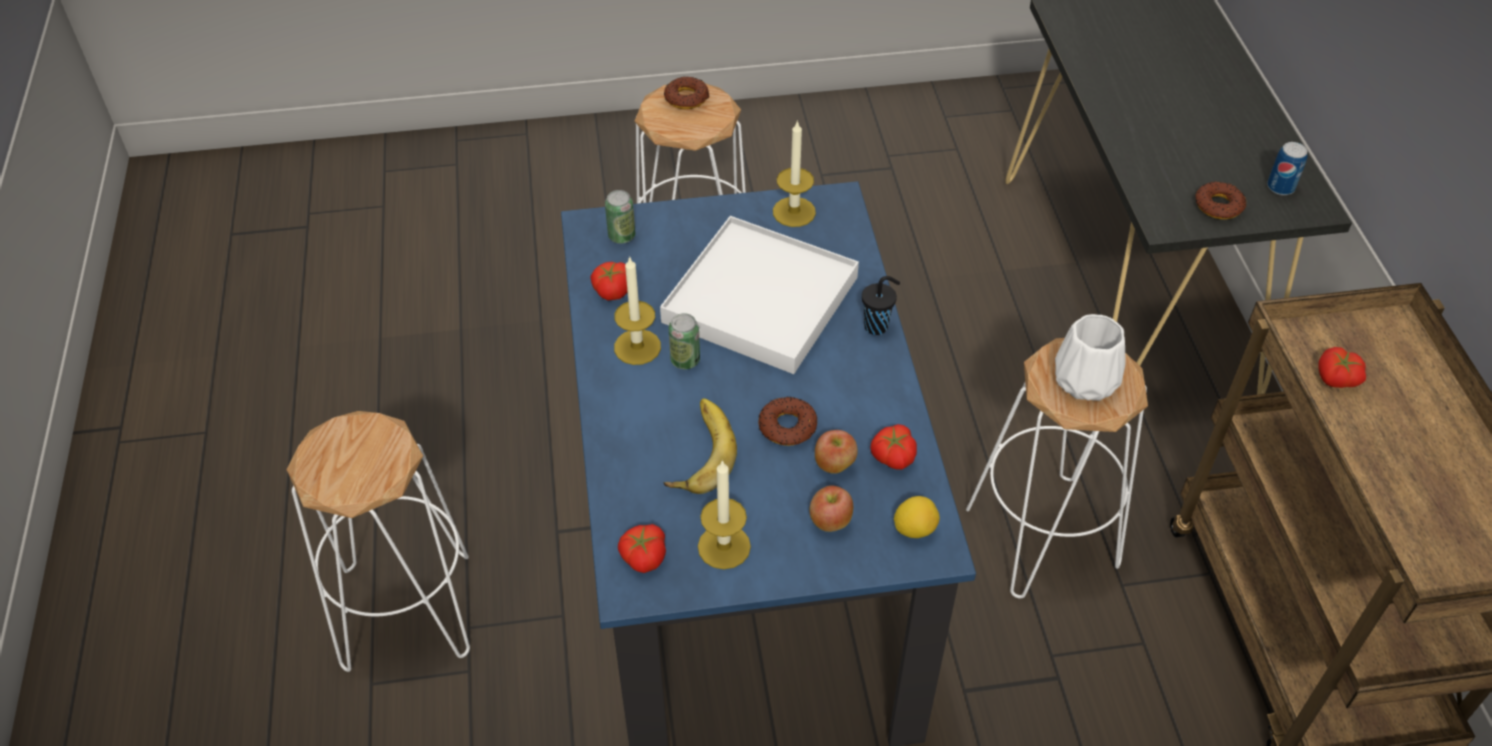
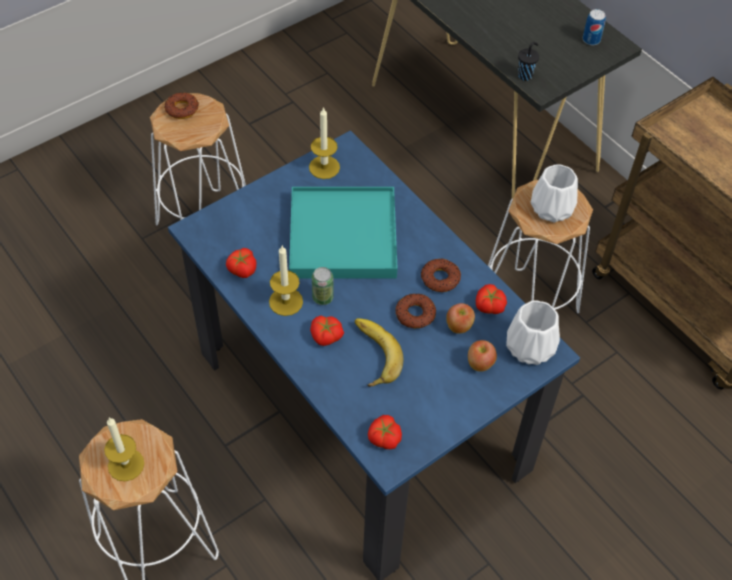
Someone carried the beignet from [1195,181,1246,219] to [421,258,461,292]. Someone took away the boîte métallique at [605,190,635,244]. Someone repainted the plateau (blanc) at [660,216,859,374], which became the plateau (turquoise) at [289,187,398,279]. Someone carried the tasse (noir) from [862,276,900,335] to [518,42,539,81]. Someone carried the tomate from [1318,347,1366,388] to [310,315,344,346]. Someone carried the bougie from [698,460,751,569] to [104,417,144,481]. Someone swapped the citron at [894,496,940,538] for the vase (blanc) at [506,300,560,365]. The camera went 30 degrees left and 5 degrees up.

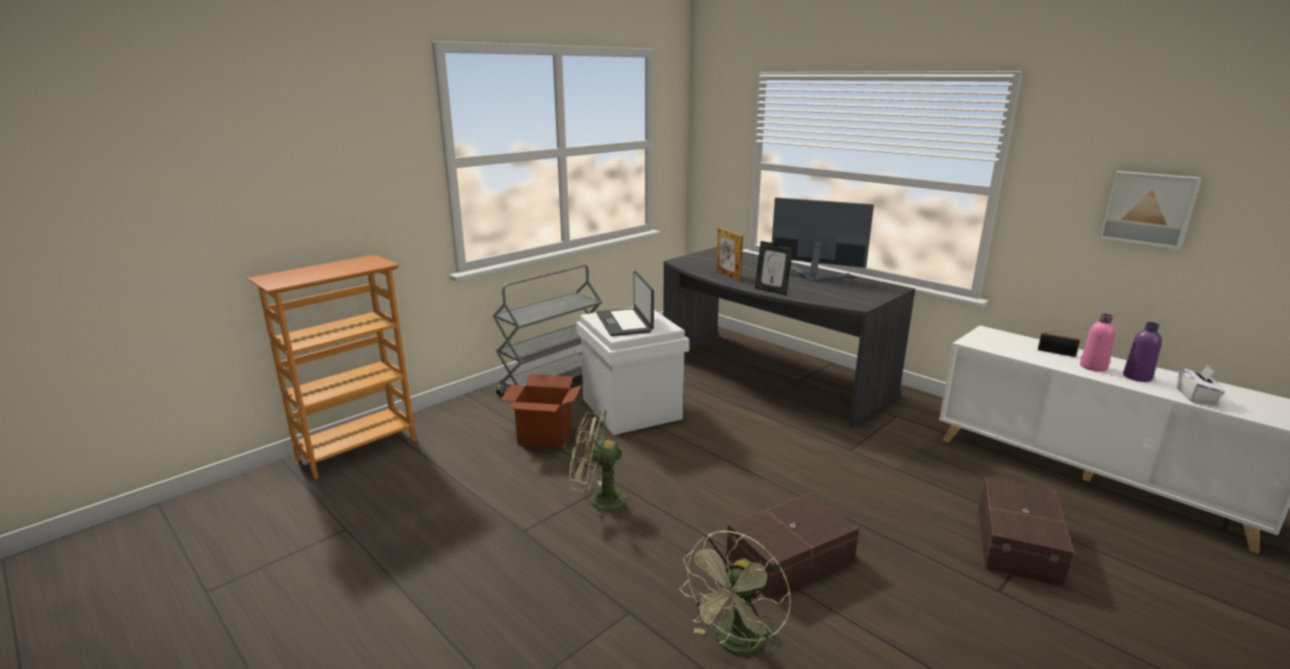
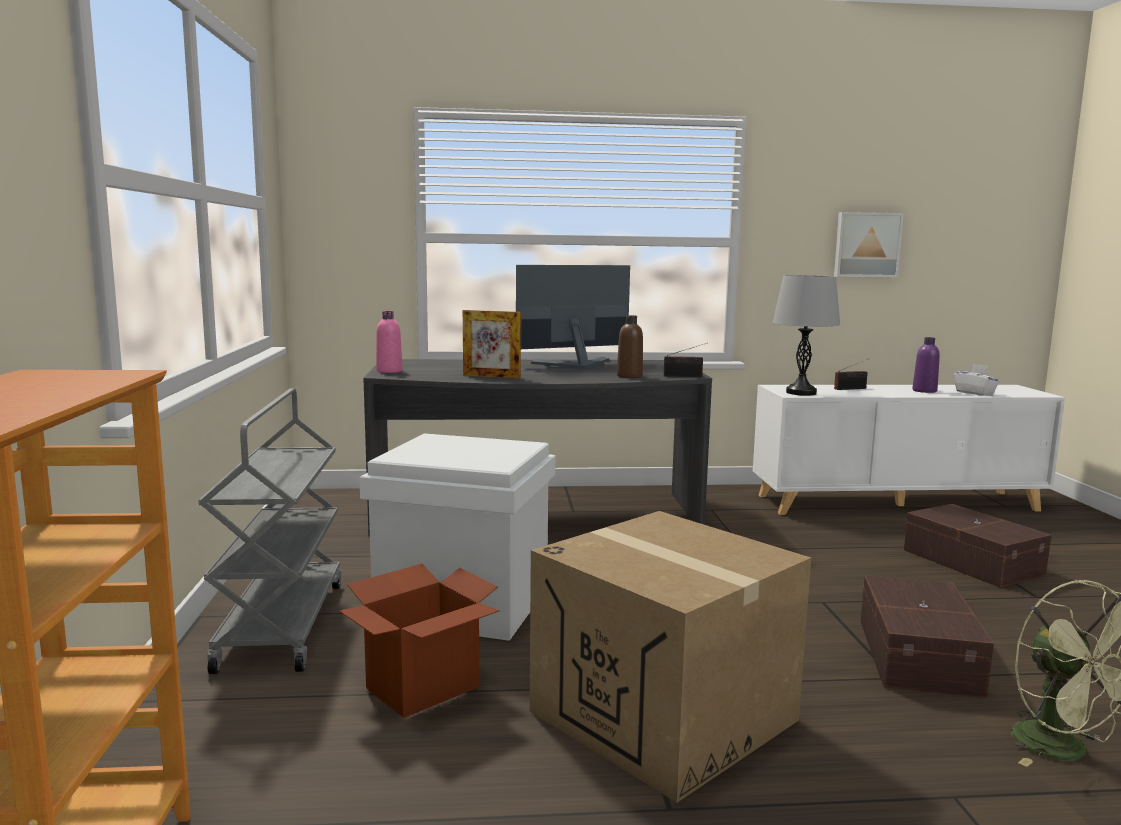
Someone took away the cadre photo at [755,241,793,295]. Someone took away the ordinateur portable at [596,271,654,336]. Someone carried the bouteille (rose) from [1080,314,1116,372] to [376,311,402,373]. Someone swapped the ventilateur (vert) at [569,408,636,520] for the carton at [530,511,811,803]. Someone put down the lampe de table (gris) at [773,275,840,396]. Someone put down the bouteille (marron) at [617,315,643,378]. Someone put down the radio at [664,343,707,377]. The camera went 50 degrees left and 10 degrees down.

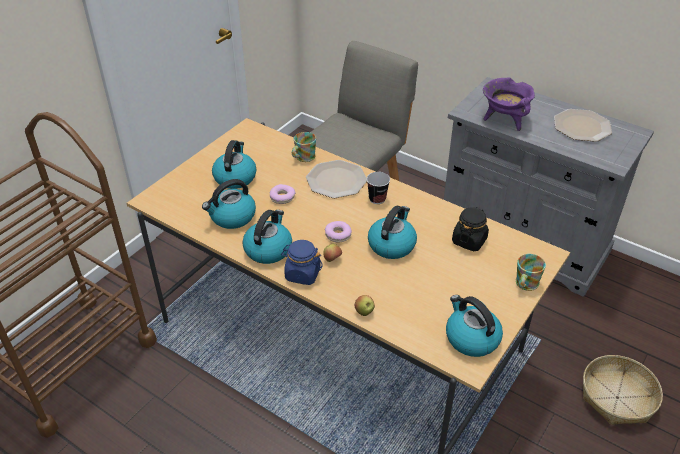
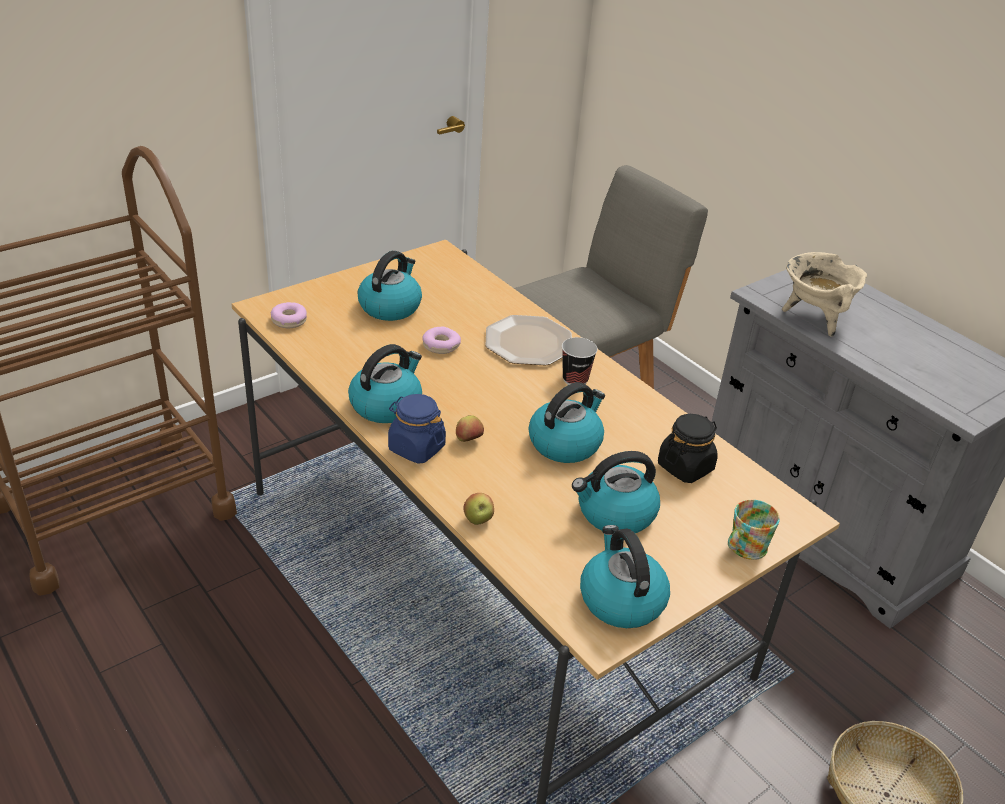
Someone repainted the marmite (violet) at [483,78,535,131], which became the marmite (beige) at [782,252,867,337]. Someone took away the assiette at [554,109,612,142]. Someone took away the mug at [292,132,316,162]. Someone carried the bouilloire from [202,179,256,229] to [572,451,660,533]. Someone carried the beignet from [325,221,352,243] to [271,302,307,328]. The camera went 15 degrees right and 5 degrees down.

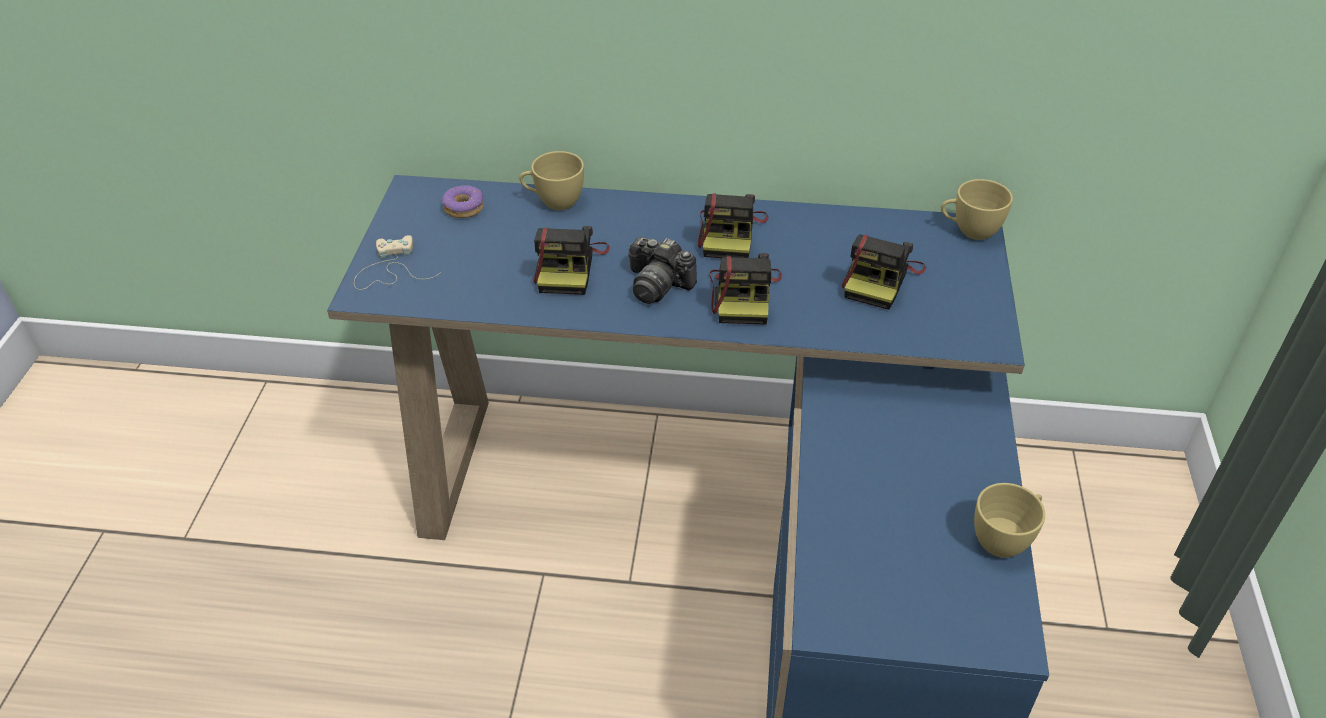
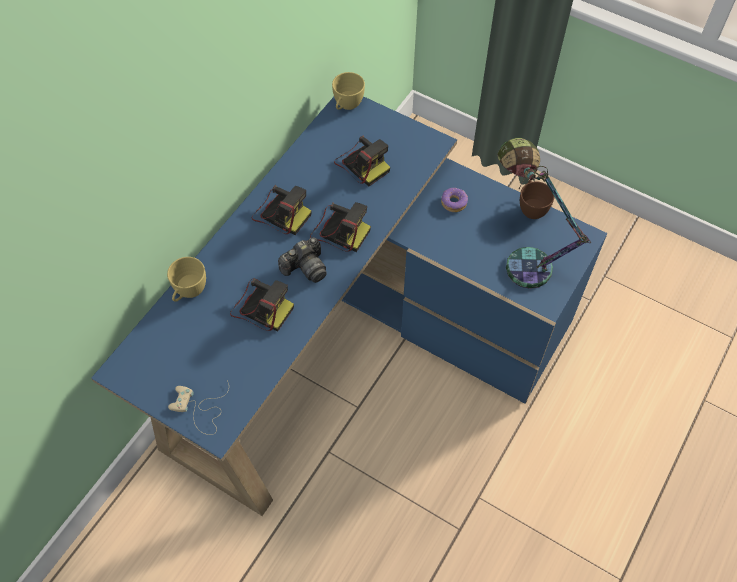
Someone carried the beignet from [442,185,484,218] to [441,188,468,212]. Someone repainted the tasse (jaune) at [974,483,1045,557], which became the tasse (marron) at [520,180,554,219]. Someone put down the lampe de table at [497,138,591,289]. The camera went 65 degrees left and 15 degrees up.

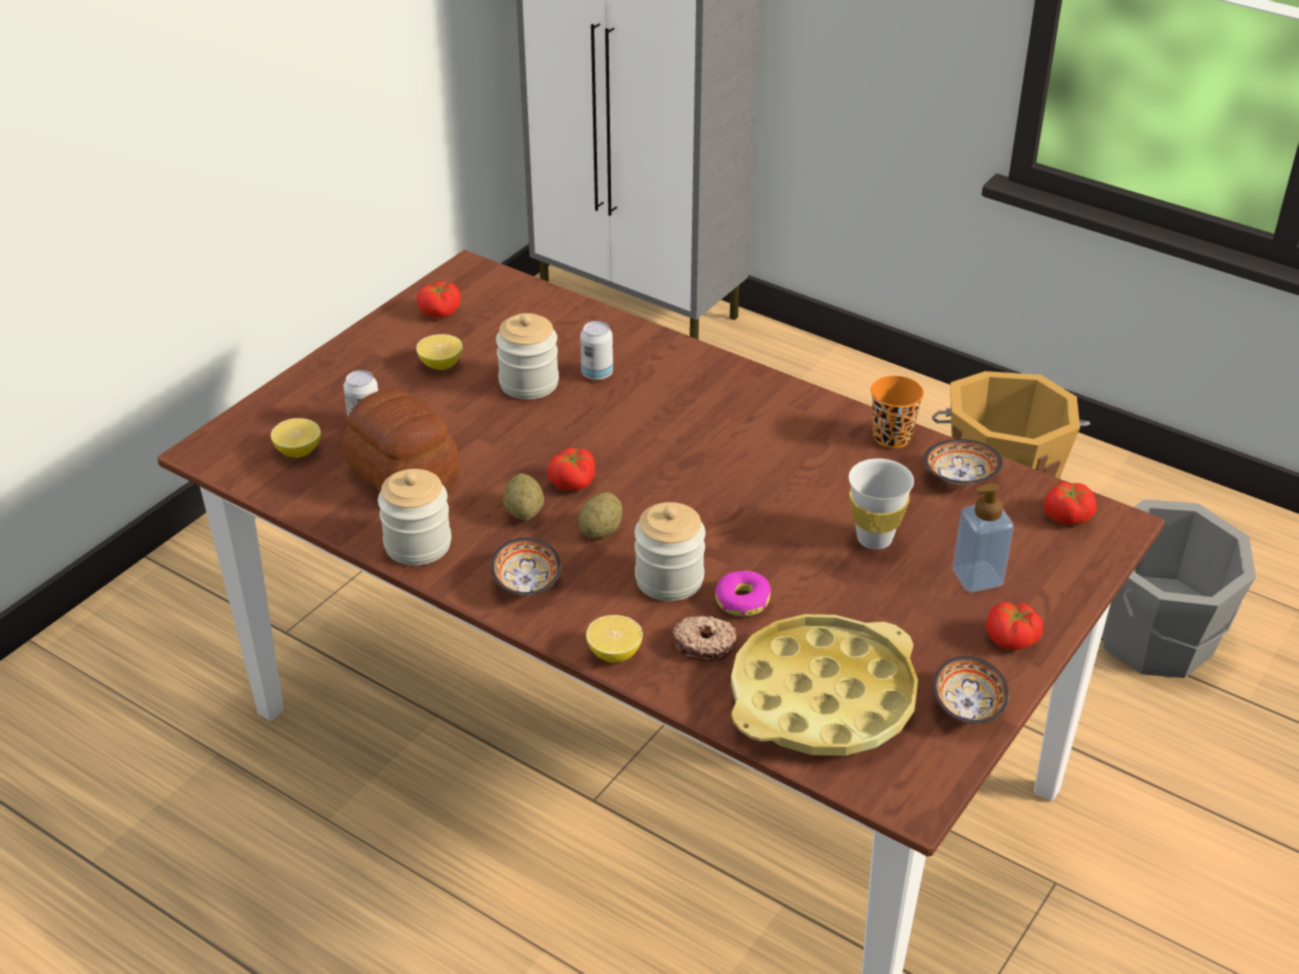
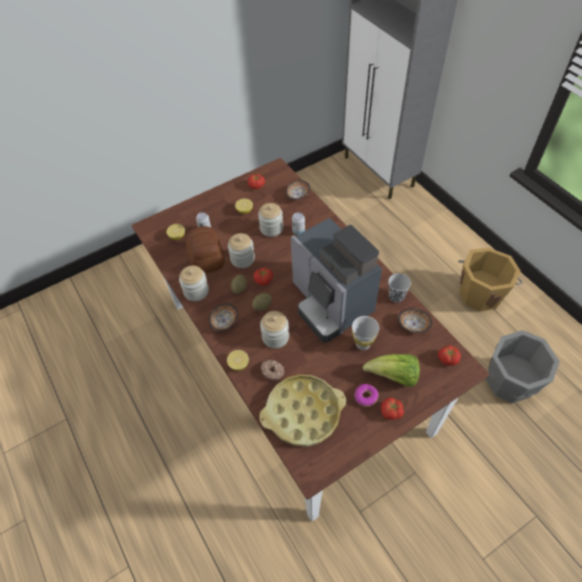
Someone repainted the tasse (orange) at [871,376,924,448], which became the tasse (noir) at [388,273,411,303]. Someone swapped the distributeur de savon at [952,483,1014,592] for the laitue at [363,354,420,387]. Someone carried the beignet from [715,571,771,617] to [355,384,379,407]. Someone carried the bol from [933,656,1009,724] to [286,180,310,200]. Someone put down the machine à café at [291,218,382,343]. Someone put down the bocal at [228,233,255,268]. The camera went 25 degrees right and 15 degrees up.

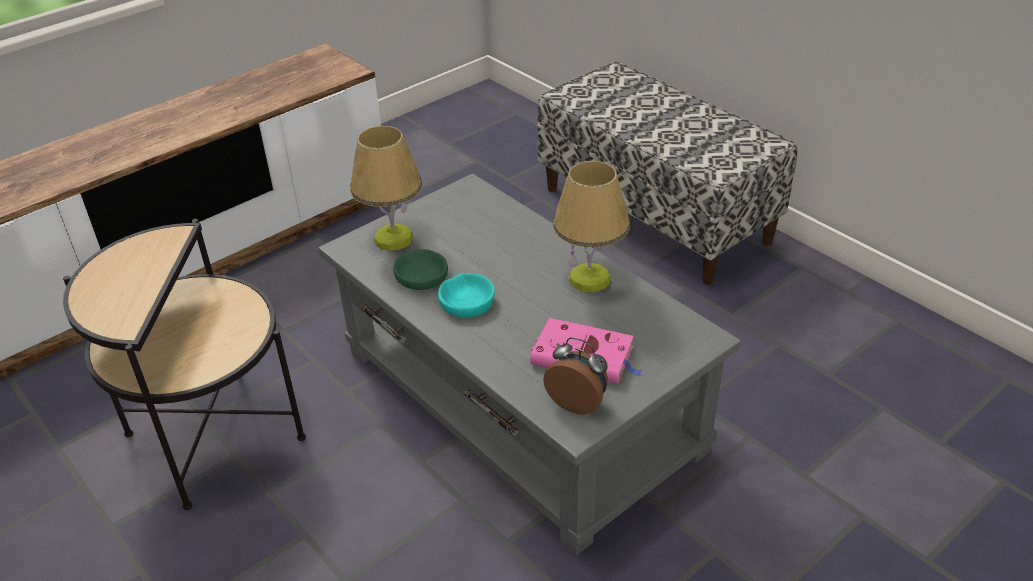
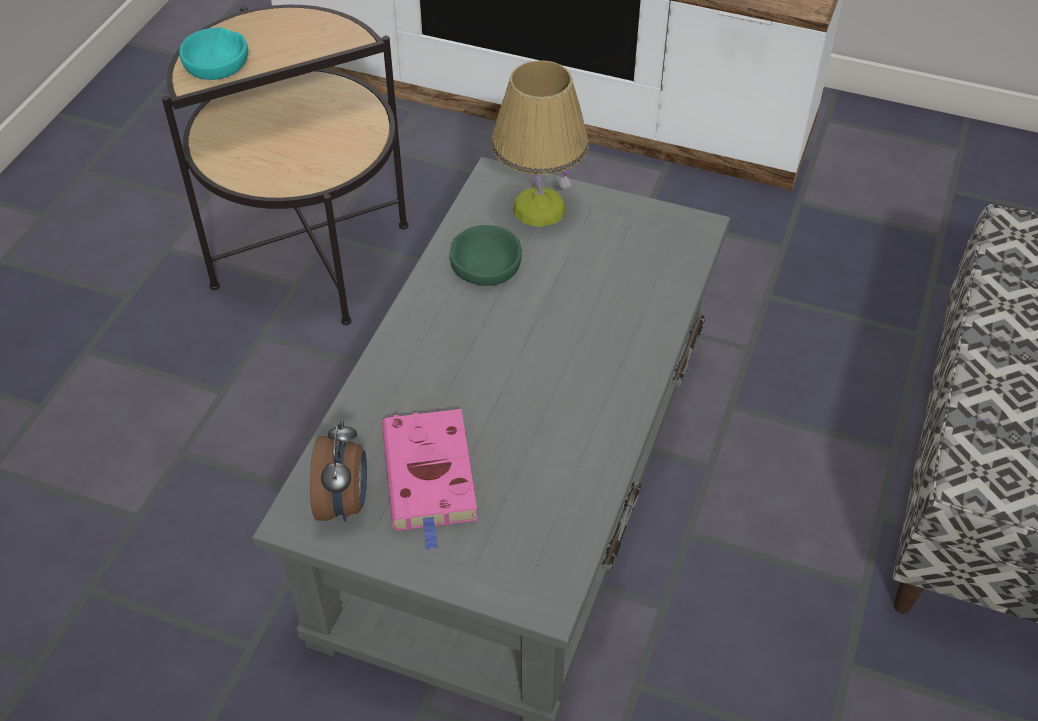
Someone took away the lampe de table at [553,161,630,292]. Someone carried the bol (turquoise) from [438,273,495,318] to [179,27,248,80]. The camera went 60 degrees right and 10 degrees up.

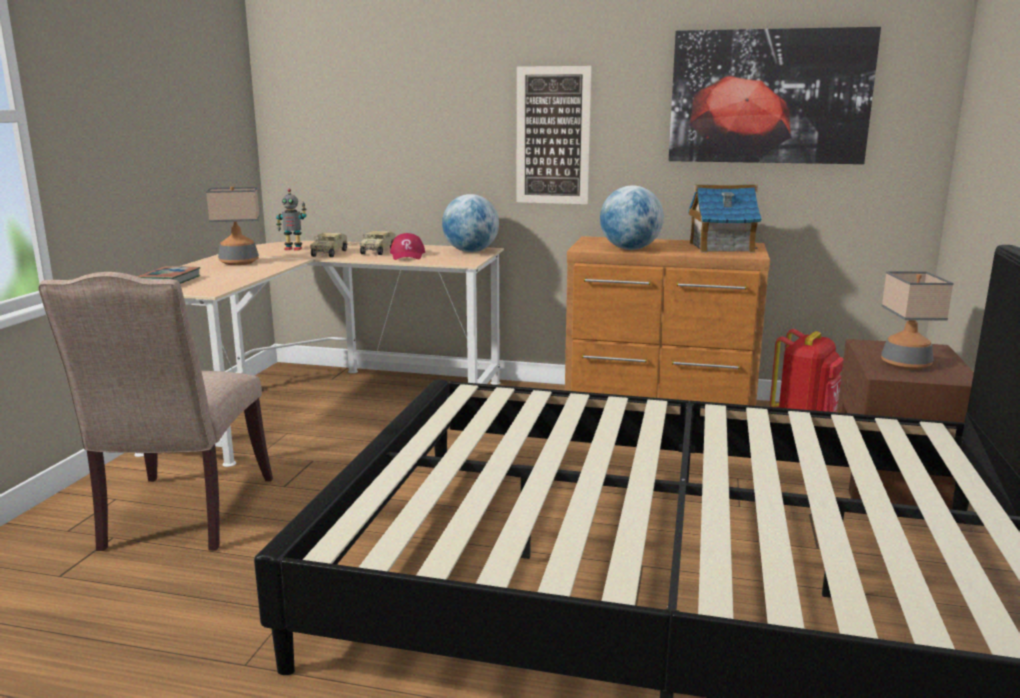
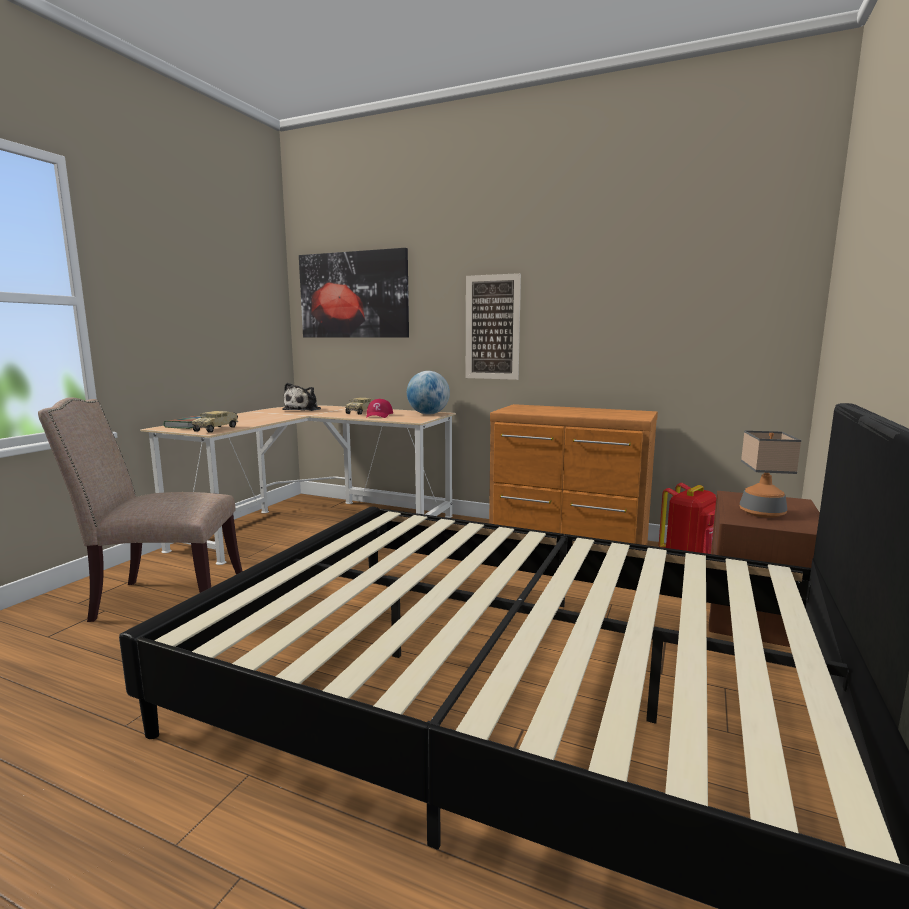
Someone carried the tableau from [669,27,881,164] to [299,248,409,338]. Someone took away the maison miniature at [688,184,761,253]. Someone took away the globe at [600,185,664,250]. Someone took away the lampe de table at [206,187,260,265]. Someone swapped the robot jouet at [276,189,307,250] for the peluche at [282,383,321,411]. Someone carried the camion jouet from [310,233,348,257] to [192,411,238,433]. Someone rotated the chaise (beige) at [38,272,273,551] by 75 degrees clockwise. The camera went 10 degrees right and 5 degrees down.

